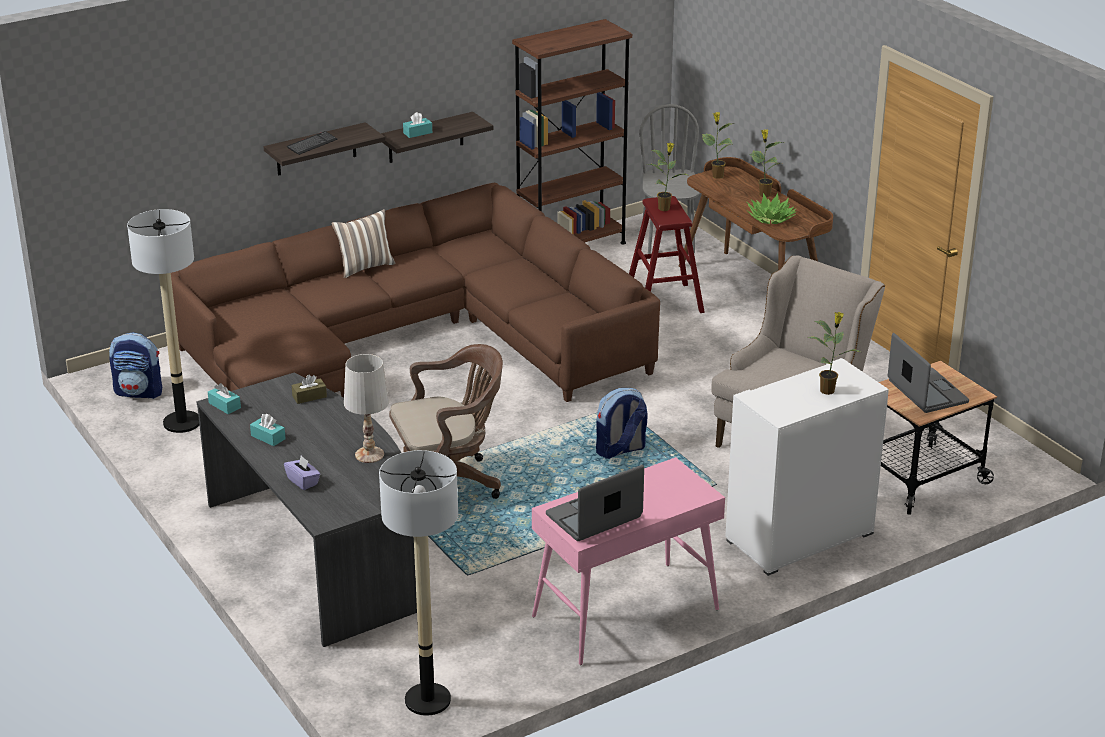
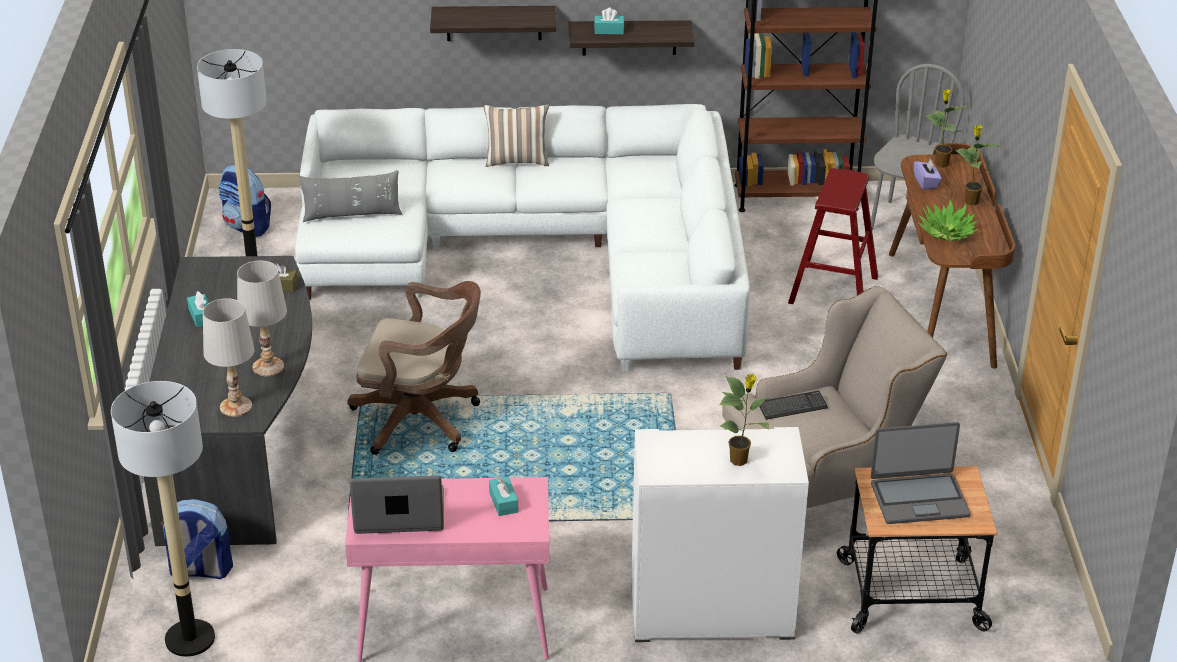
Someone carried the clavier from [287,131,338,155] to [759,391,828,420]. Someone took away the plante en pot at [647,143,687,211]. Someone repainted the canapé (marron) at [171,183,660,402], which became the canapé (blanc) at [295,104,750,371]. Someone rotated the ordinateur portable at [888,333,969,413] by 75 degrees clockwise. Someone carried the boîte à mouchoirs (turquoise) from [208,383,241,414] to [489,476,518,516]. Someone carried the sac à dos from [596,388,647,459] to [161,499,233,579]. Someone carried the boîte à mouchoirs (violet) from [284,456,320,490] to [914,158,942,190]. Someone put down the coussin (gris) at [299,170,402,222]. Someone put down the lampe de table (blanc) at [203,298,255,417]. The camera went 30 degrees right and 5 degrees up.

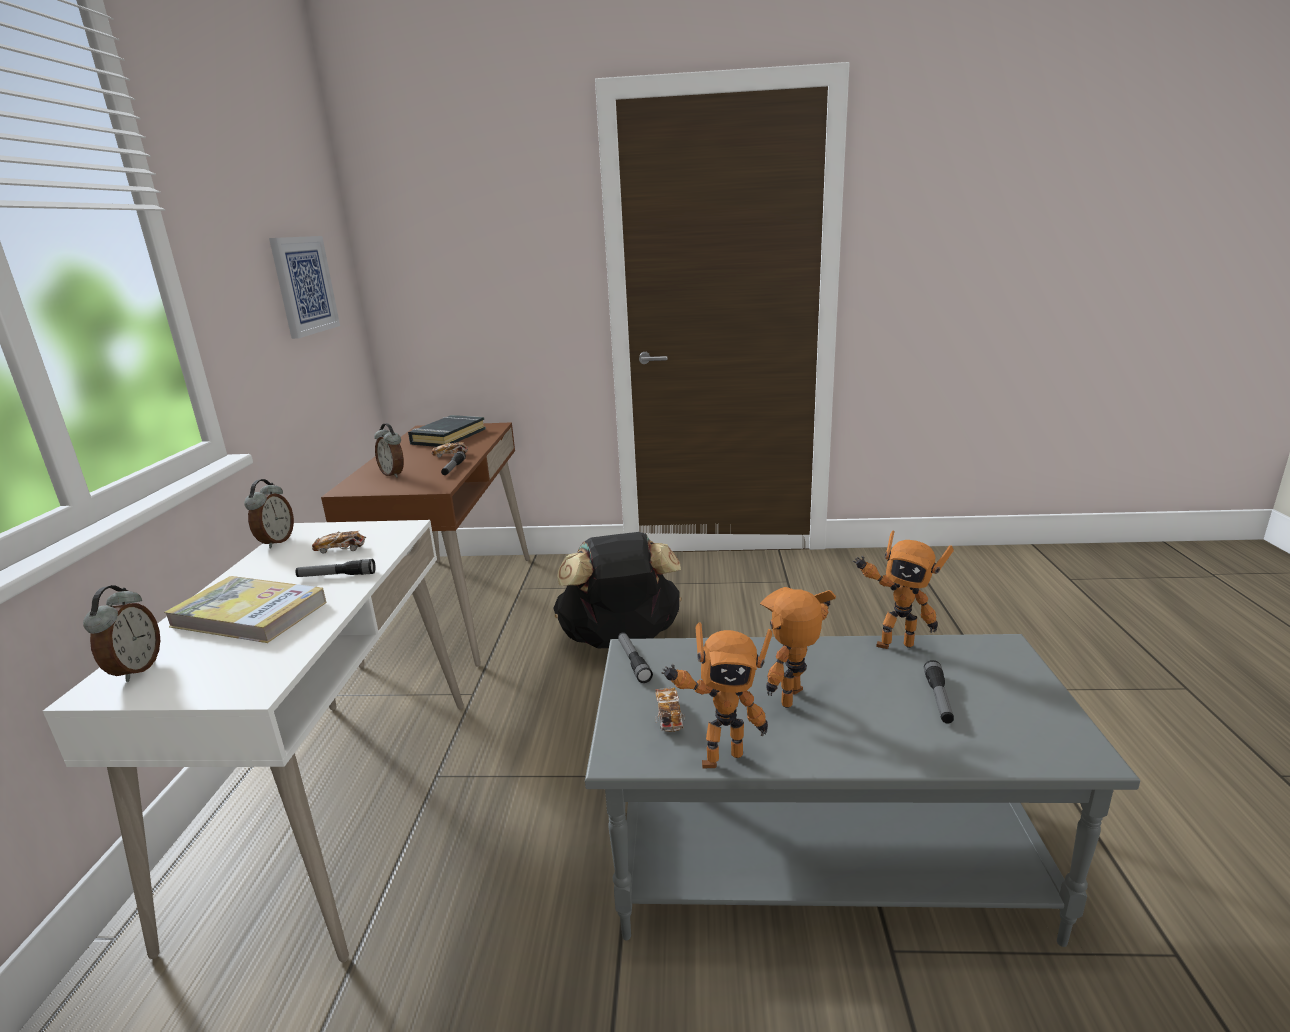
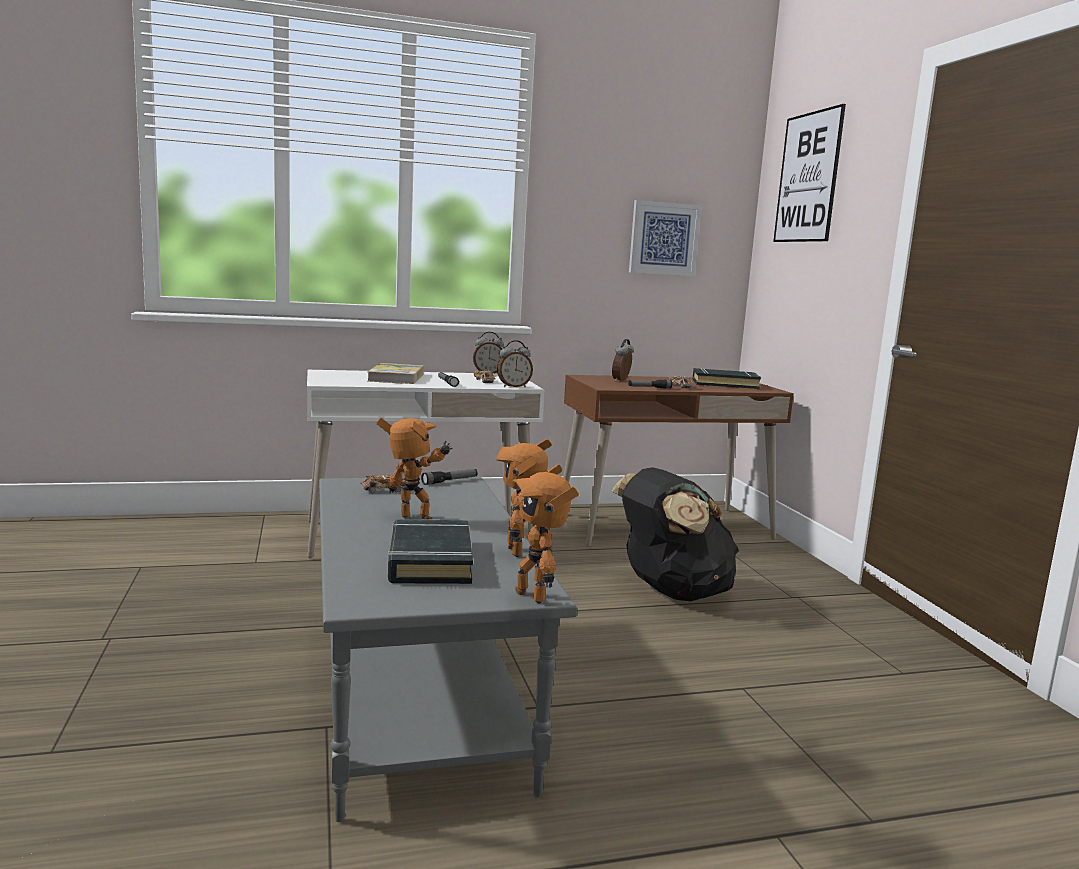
Someone carried the réveil from [83,585,160,682] to [497,340,533,387]. Someone carried the robot jouet from [661,623,772,768] to [512,464,579,603]. Someone swapped the lampe de poche at [924,660,954,723] for the livre (noir) at [387,519,473,584]. Someone put up the tableau at [773,104,846,242]. The camera went 70 degrees right and 10 degrees down.

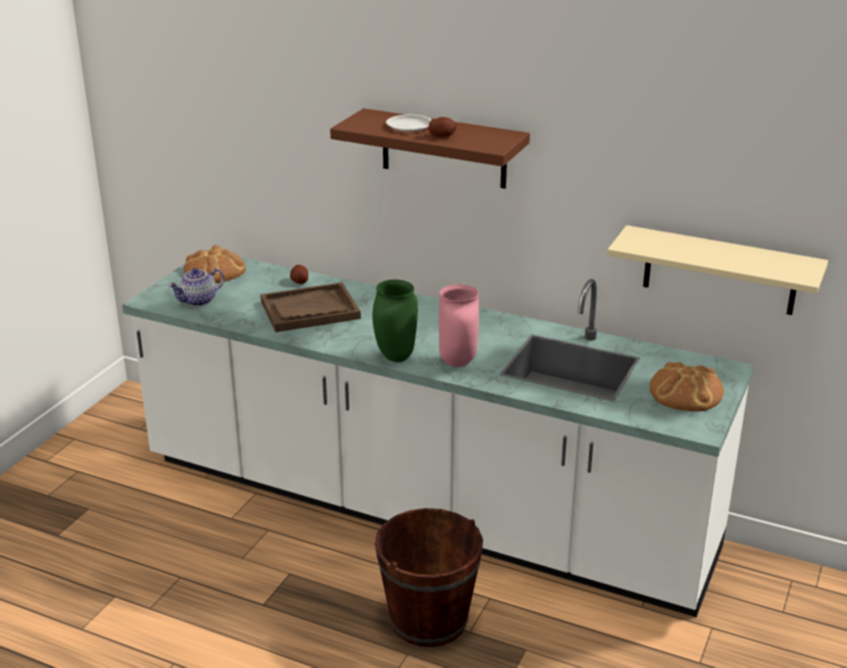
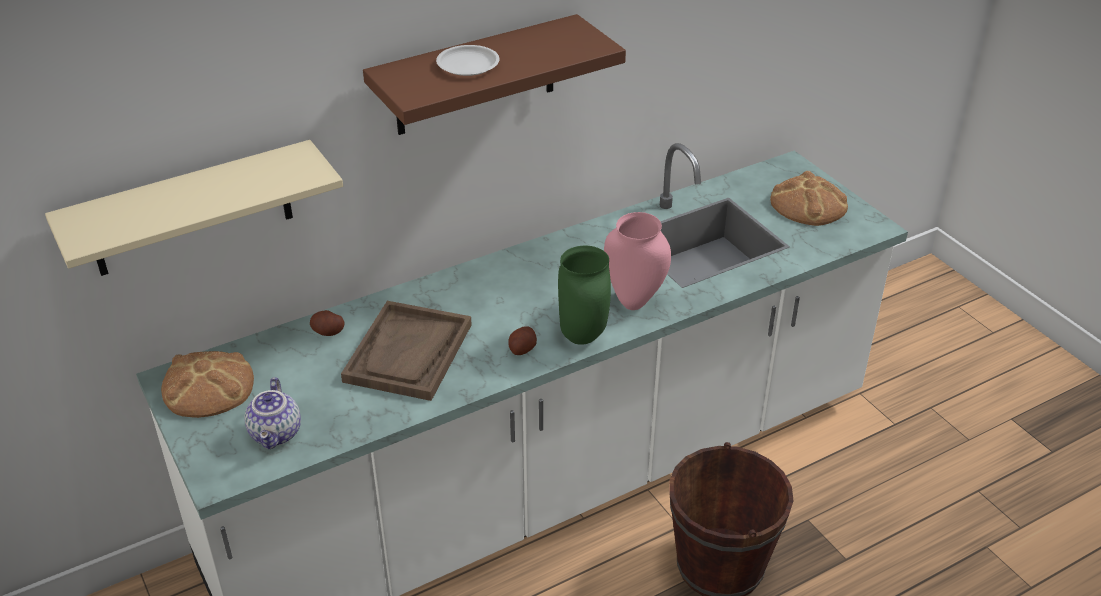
Someone carried the pomme de terre from [428,117,457,137] to [508,326,537,355]. Someone carried the étagère (beige) from [607,225,828,315] to [45,140,343,276]. The camera went 55 degrees left and 10 degrees up.

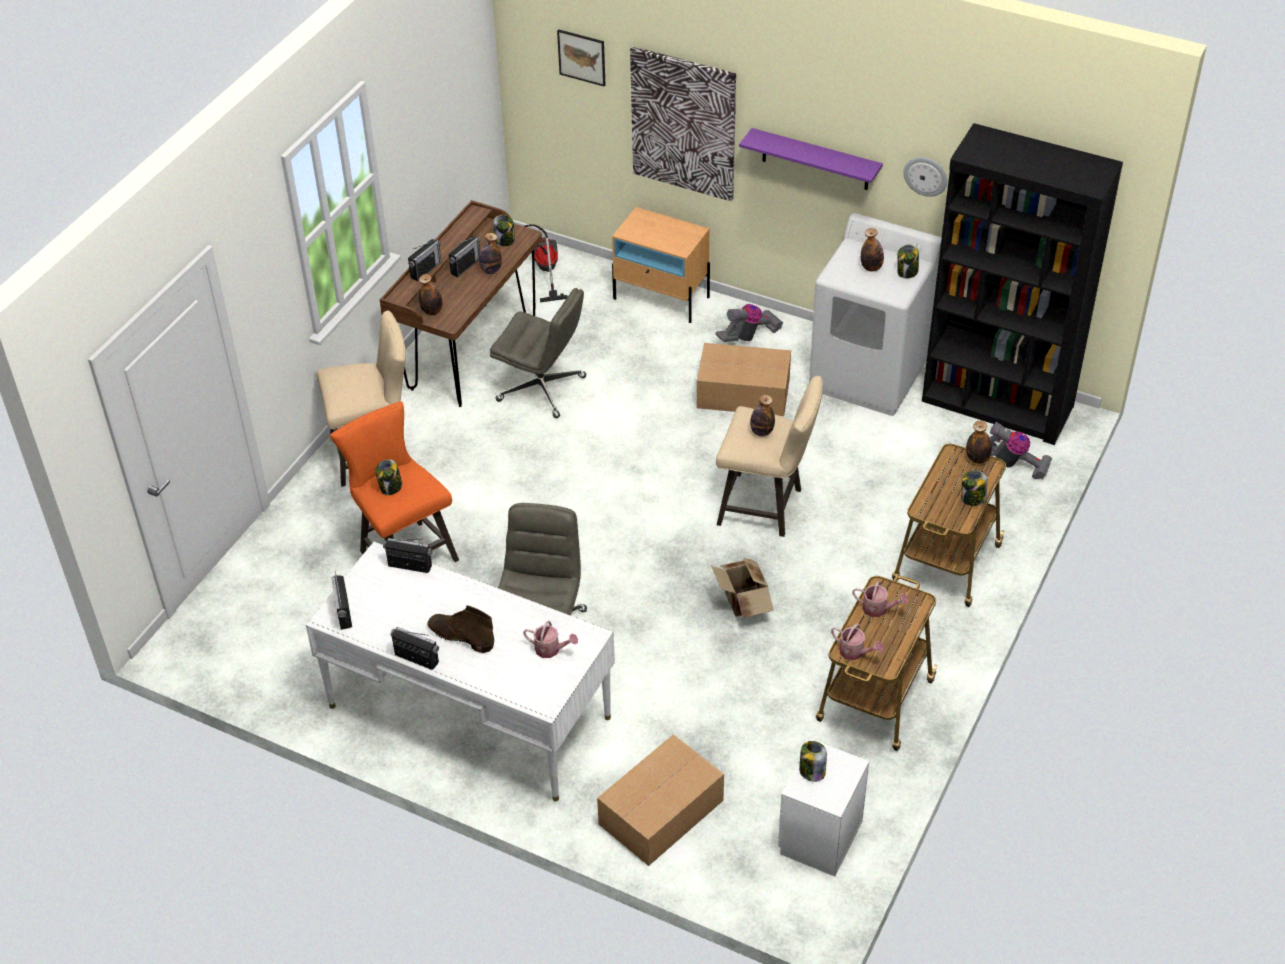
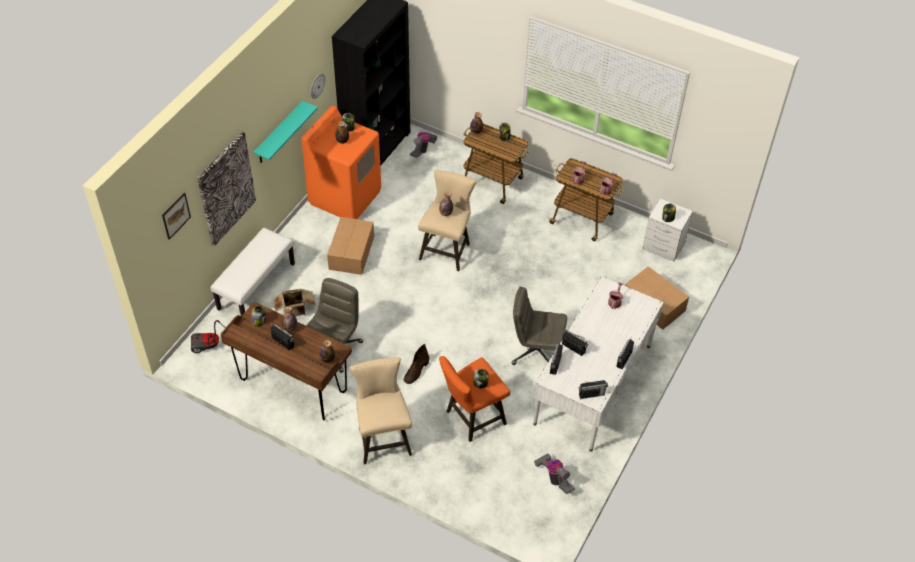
Someone repainted the étagère (violet) at [739,128,883,190], which became the étagère (turquoise) at [253,101,318,163]. Someone swapped the table de chevet (beige) at [612,207,710,323] for the banc (blanc) at [211,228,295,316]. Someone repainted the lave-linge (blanc) at [809,213,942,416], which became the lave-linge (orange) at [302,106,381,219]. Someone carried the radio from [408,239,441,281] to [562,330,588,356]. Someone carried the aspirateur from [715,304,783,342] to [534,453,575,494]. Someone carried the carton from [711,558,774,618] to [273,289,315,316]. Someone carried the botte (marron) from [427,605,494,653] to [404,344,429,384]. The camera went 90 degrees left and 5 degrees up.

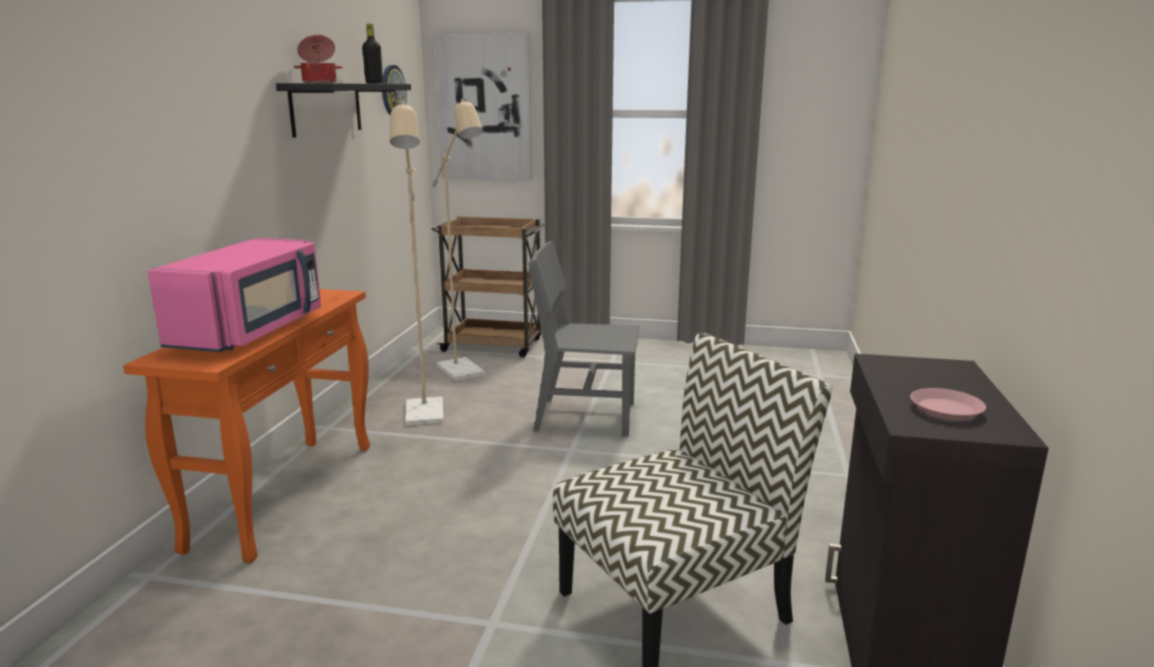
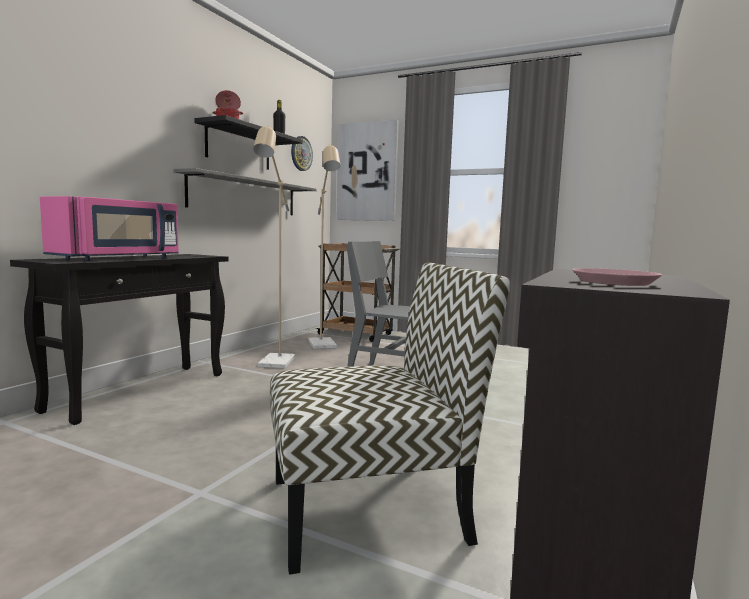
Someone repainted the table console (orange) at [123,289,370,563], which became the table console (noir) at [10,254,229,425]. Someone put up the étagère (gris) at [173,168,317,215]. The camera went 15 degrees right and 10 degrees down.

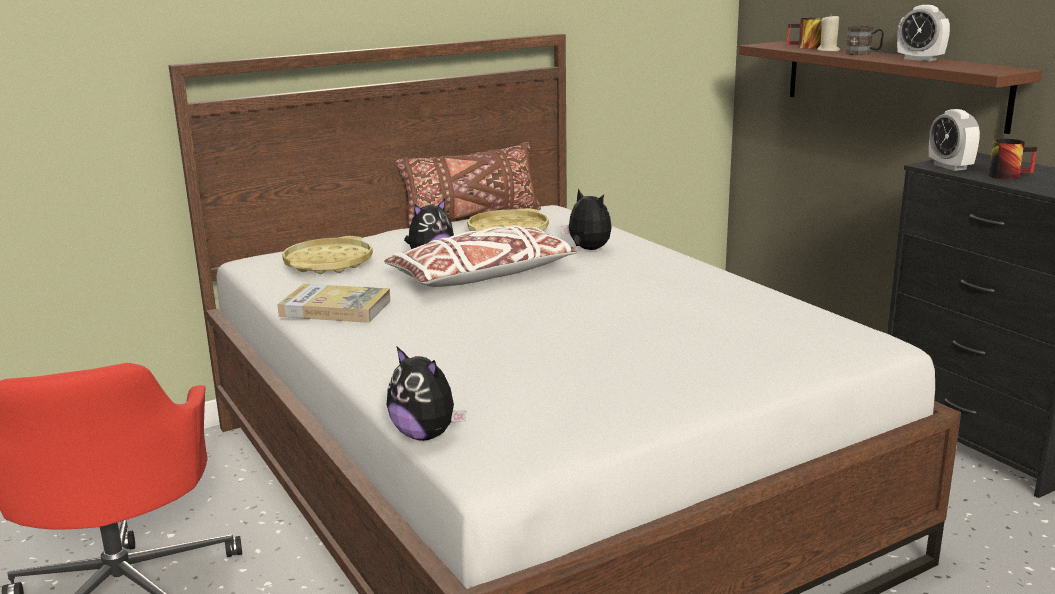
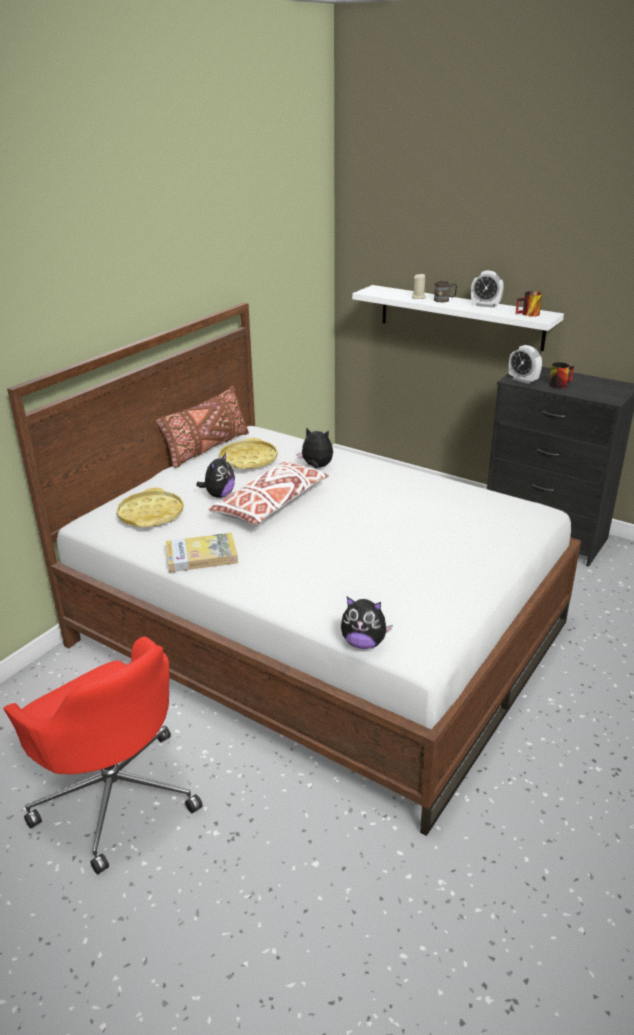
Someone carried the mug from [787,18,822,49] to [516,291,542,317]. Someone repainted the étagère (marron) at [739,41,1043,134], which became the étagère (blanc) at [352,285,564,351]. The camera went 25 degrees left and 10 degrees up.

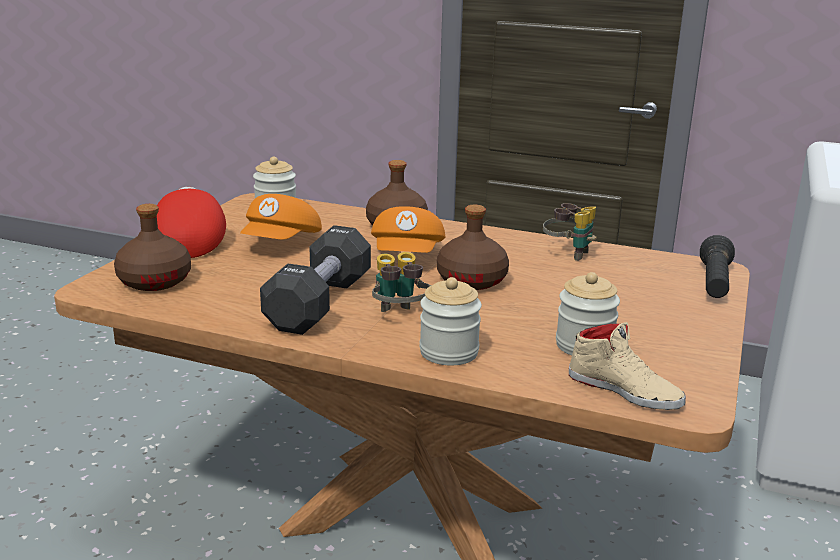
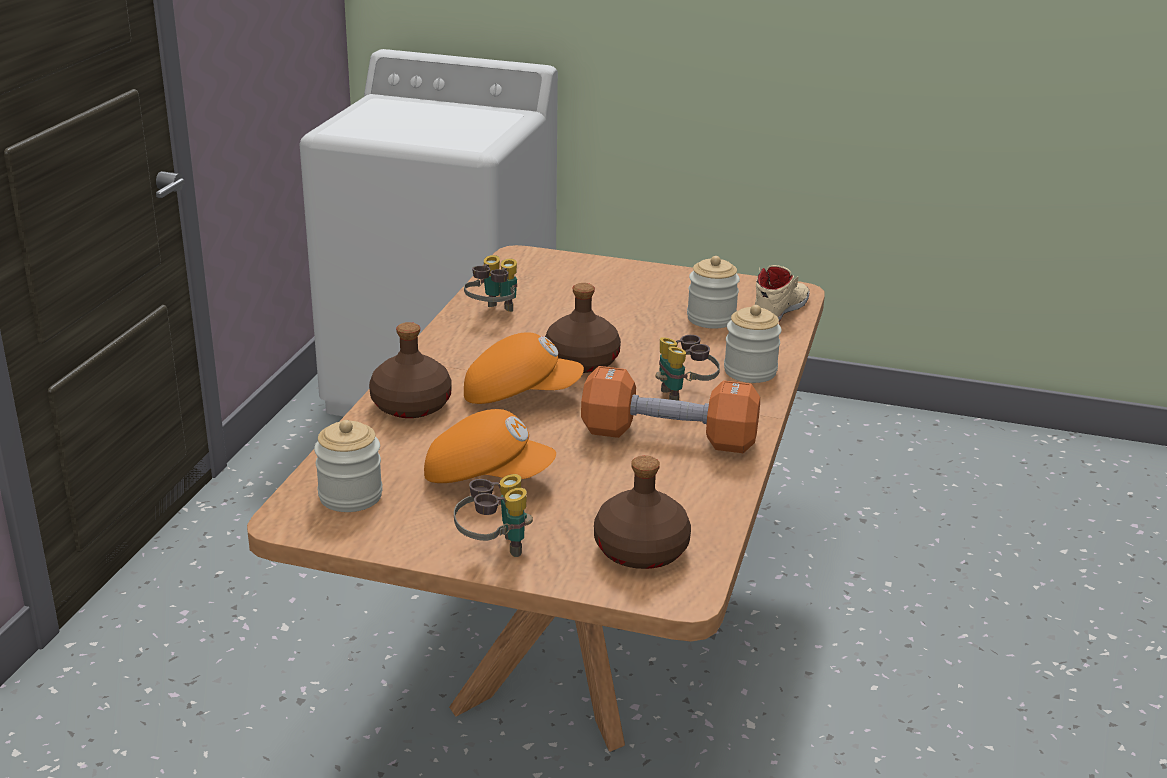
Someone swapped the casquette (rouge) at [157,187,226,258] for the jumelles at [454,474,533,557]. Someone repainted the haltère (noir) at [260,225,371,335], which became the haltère (orange) at [581,366,760,453]. Someone took away the lampe de poche (noir) at [700,235,735,298]. The camera went 95 degrees left and 5 degrees up.

